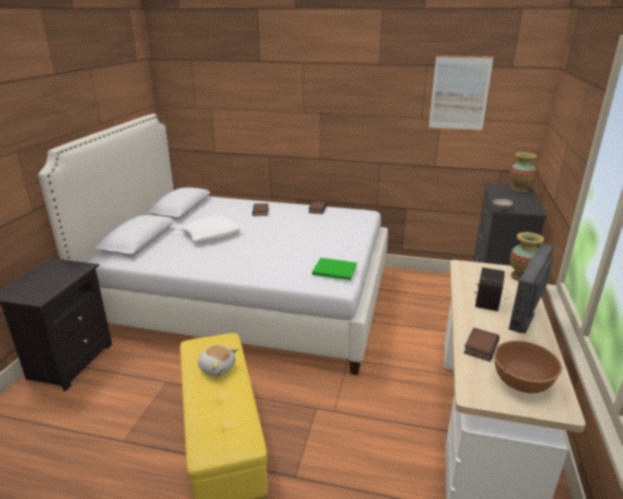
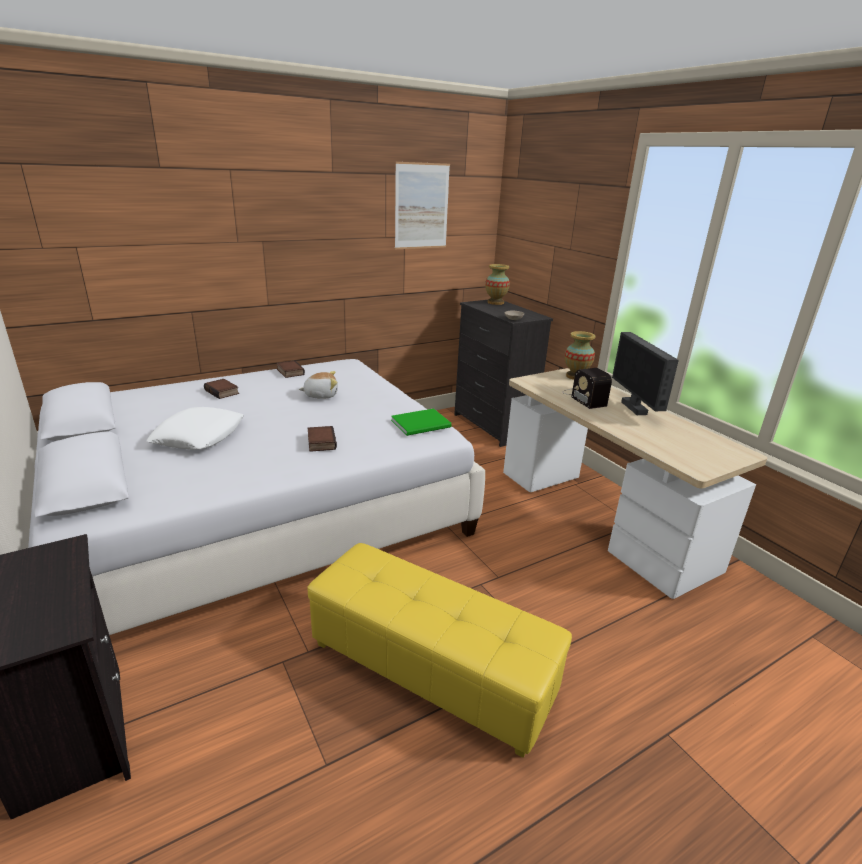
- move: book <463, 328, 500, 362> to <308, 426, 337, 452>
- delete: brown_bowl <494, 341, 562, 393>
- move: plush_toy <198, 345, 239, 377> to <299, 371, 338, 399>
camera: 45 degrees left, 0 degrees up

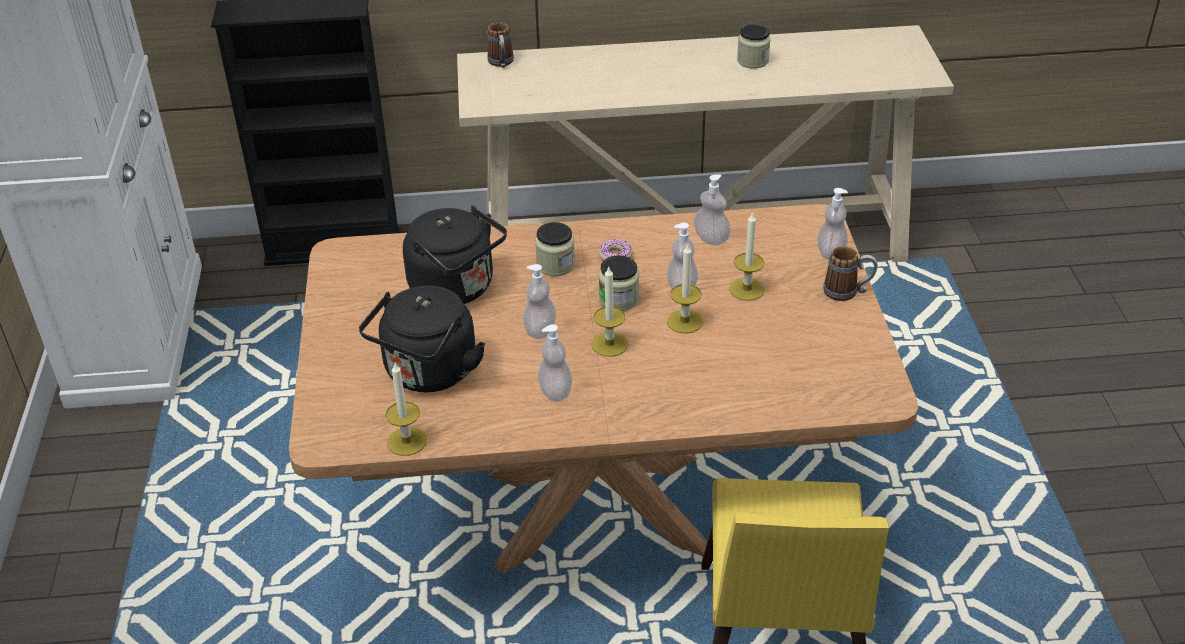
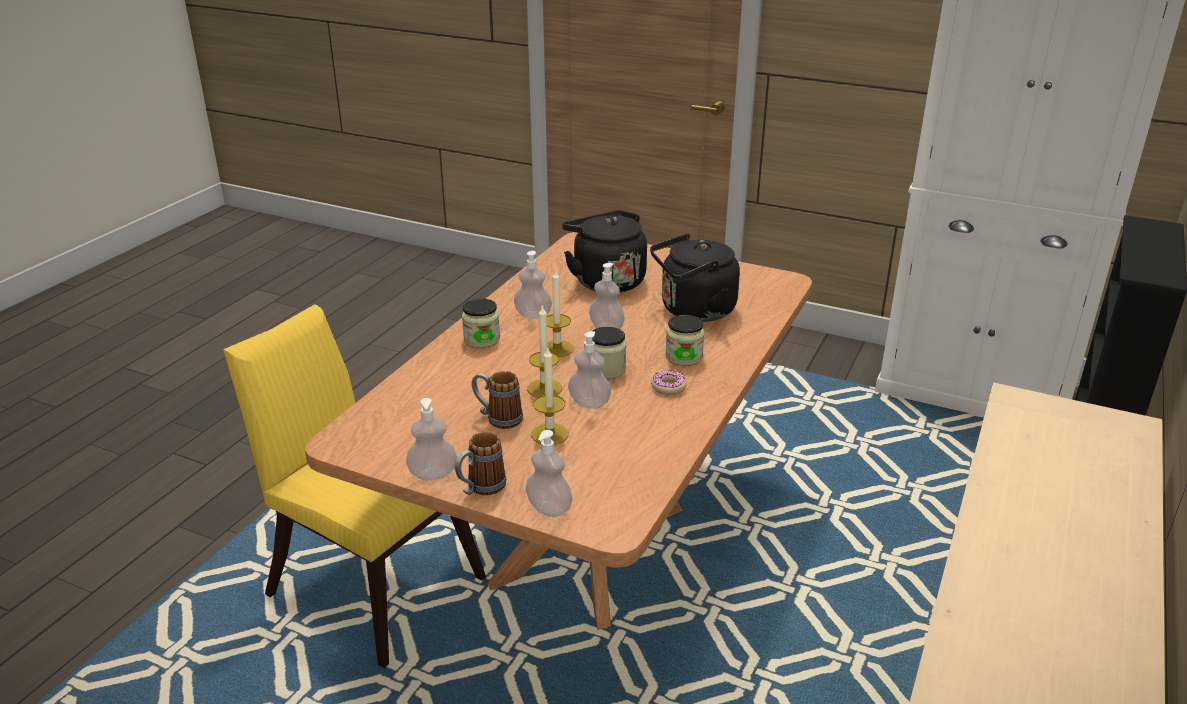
- move: mug <487, 22, 514, 68> to <471, 371, 523, 429>
- move: jar <737, 24, 771, 68> to <462, 298, 500, 348>
- move: soap_dispenser <694, 174, 731, 245> to <406, 398, 457, 480>
- delete: candle <385, 363, 427, 456>
camera: 120 degrees right, 10 degrees down

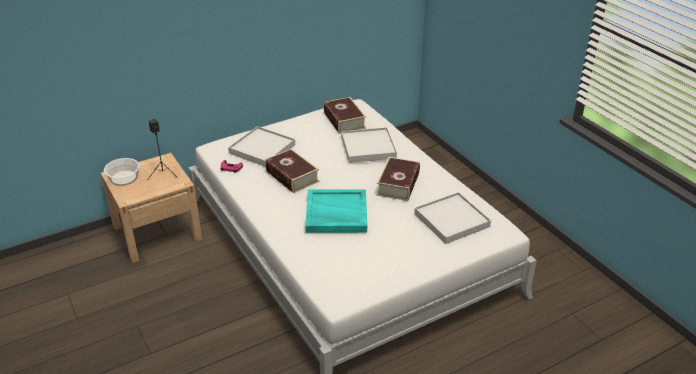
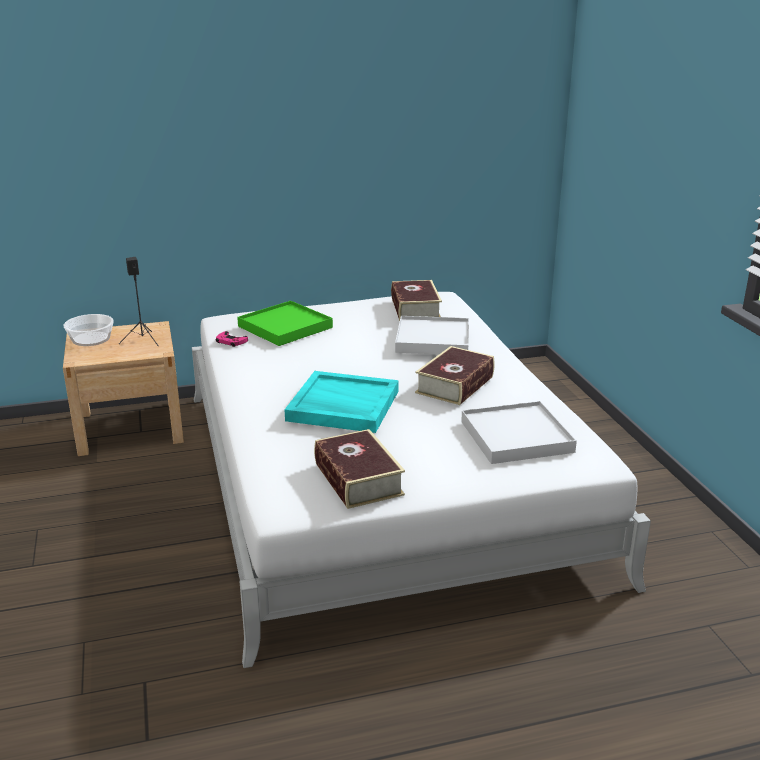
- recolor: white_tray <228, 126, 295, 167> to green_tray <237, 301, 333, 346>
- move: book <265, 148, 319, 193> to <314, 429, 405, 509>
camera: 15 degrees right, 10 degrees down

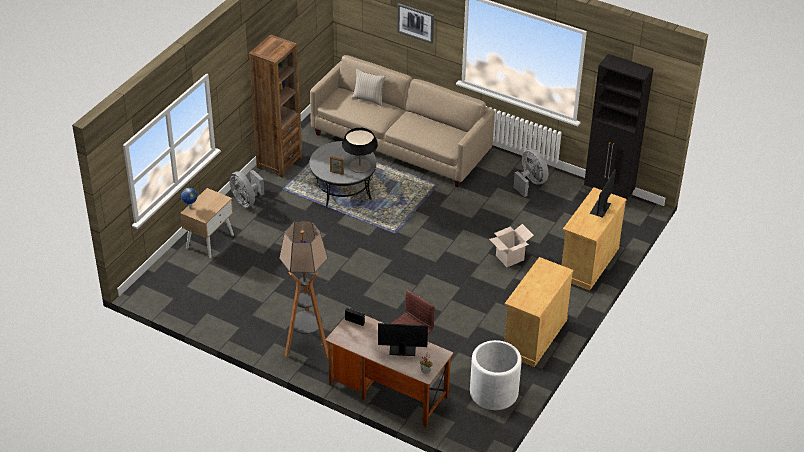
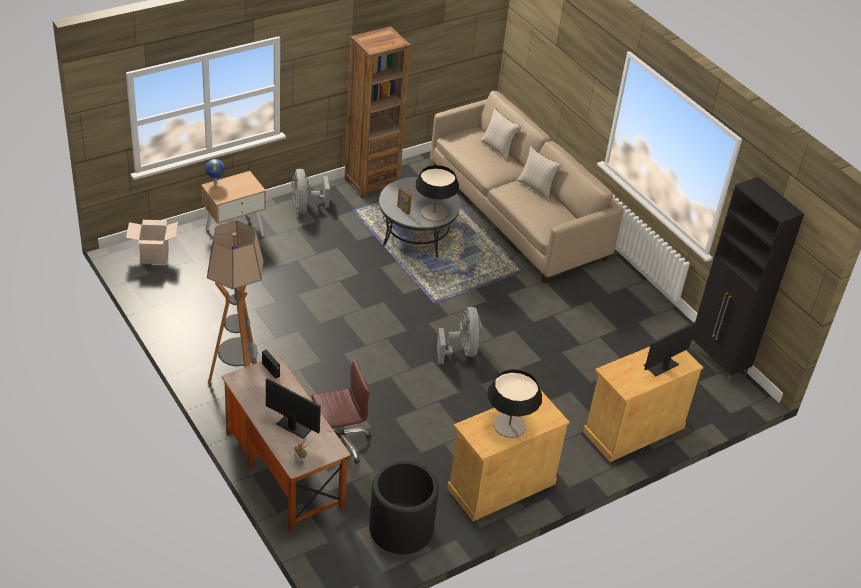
- delete: picture <397, 3, 434, 44>
- move: grey_fan <514, 149, 548, 197> to <437, 307, 482, 364>
- move: cardboard_box <489, 224, 534, 267> to <126, 220, 178, 264>
- recolor: white_planter <470, 340, 522, 410> to black_planter <369, 461, 439, 554>
- insert: beige_pillow <516, 146, 562, 201>
- insert: table_lamp <488, 369, 542, 438>
camera: 25 degrees right, 0 degrees up

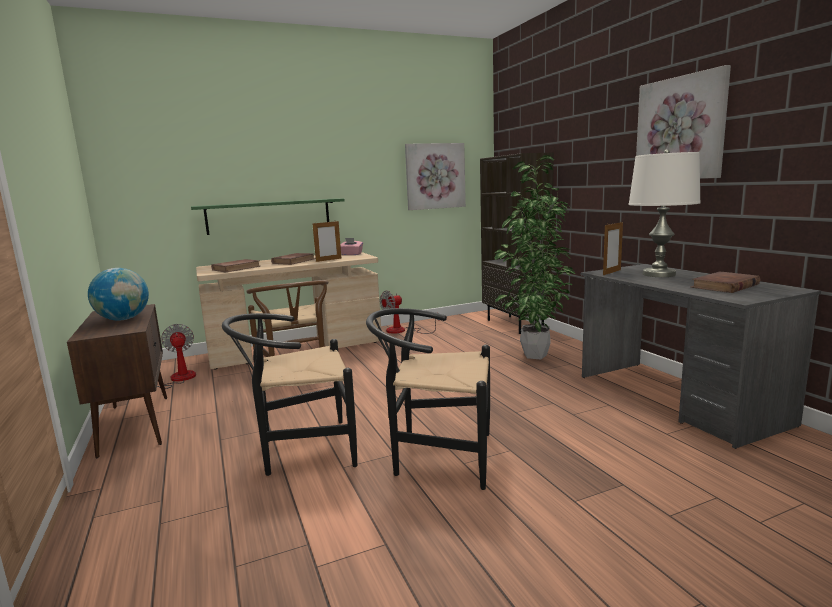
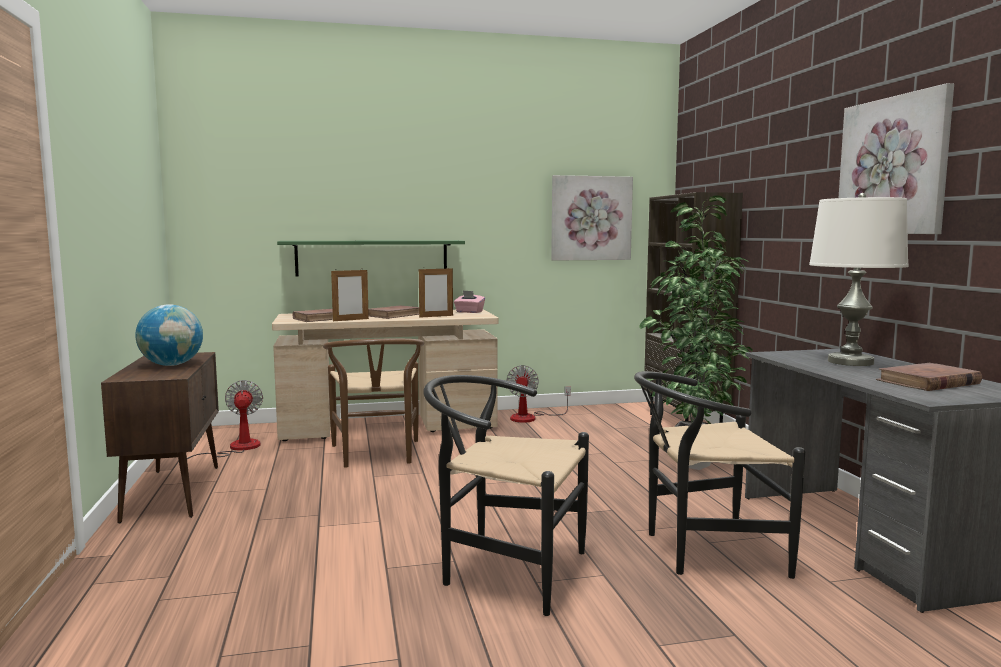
- move: picture_frame <603, 221, 623, 275> to <331, 268, 369, 321>
- rotate: fan <380, 290, 440, 334> = <506, 365, 571, 423> 60 degrees counterclockwise
- move: black_chair <222, 313, 357, 476> to <634, 371, 805, 579>
camera: 10 degrees right, 5 degrees down

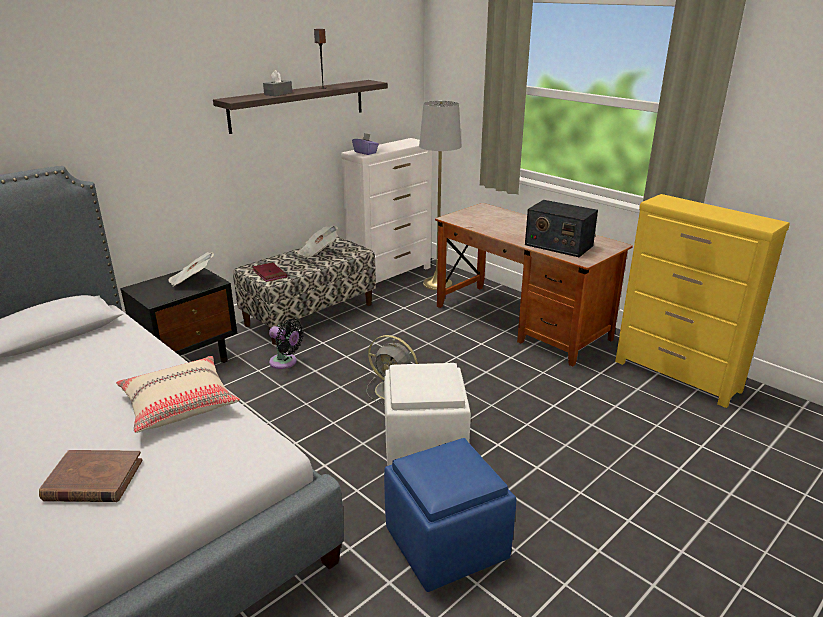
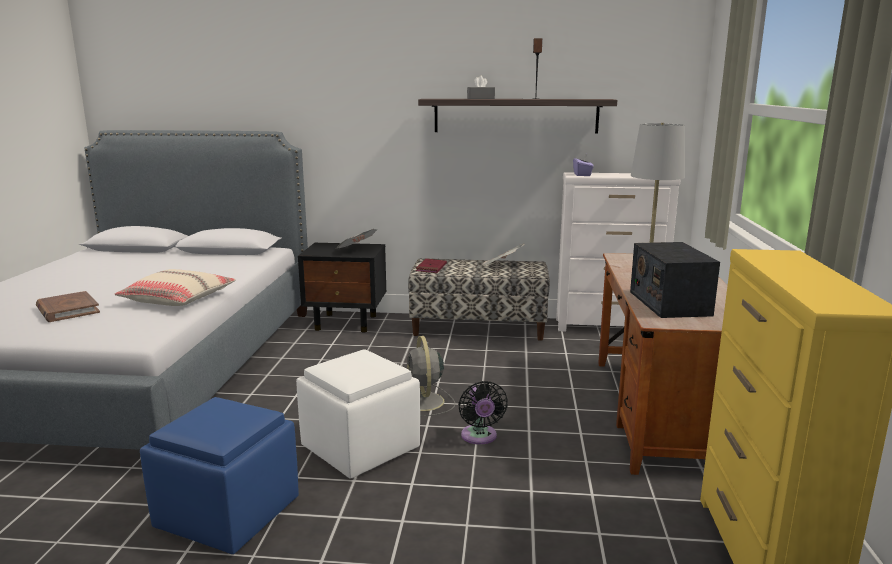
- move: black_fan <269, 319, 304, 369> to <458, 381, 508, 445>
camera: 50 degrees right, 10 degrees down

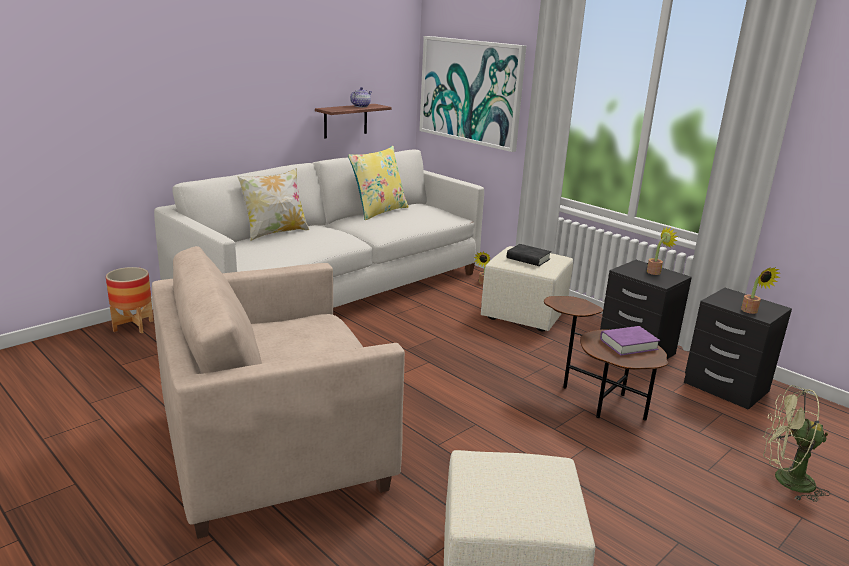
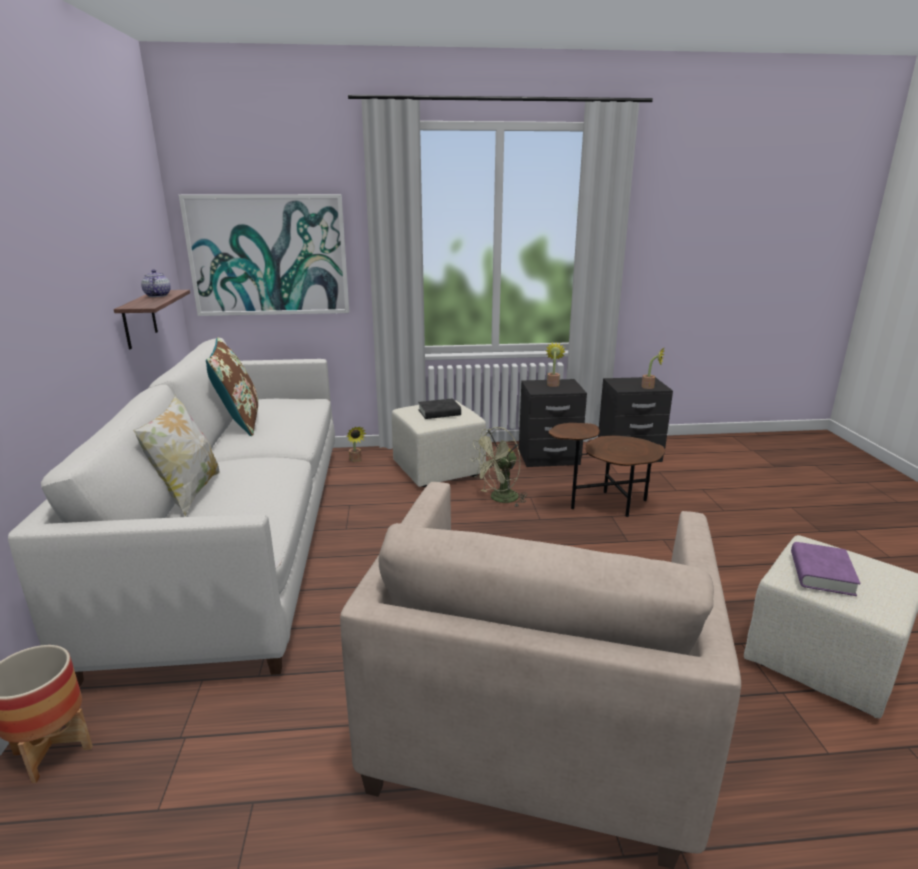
- recolor: yellow_pillow <348, 146, 409, 220> to brown_pillow <206, 338, 258, 436>
- move: purple_book <600, 326, 660, 355> to <791, 542, 860, 596>
- move: green_fan <763, 385, 831, 502> to <470, 427, 527, 507>
camera: 50 degrees left, 0 degrees up

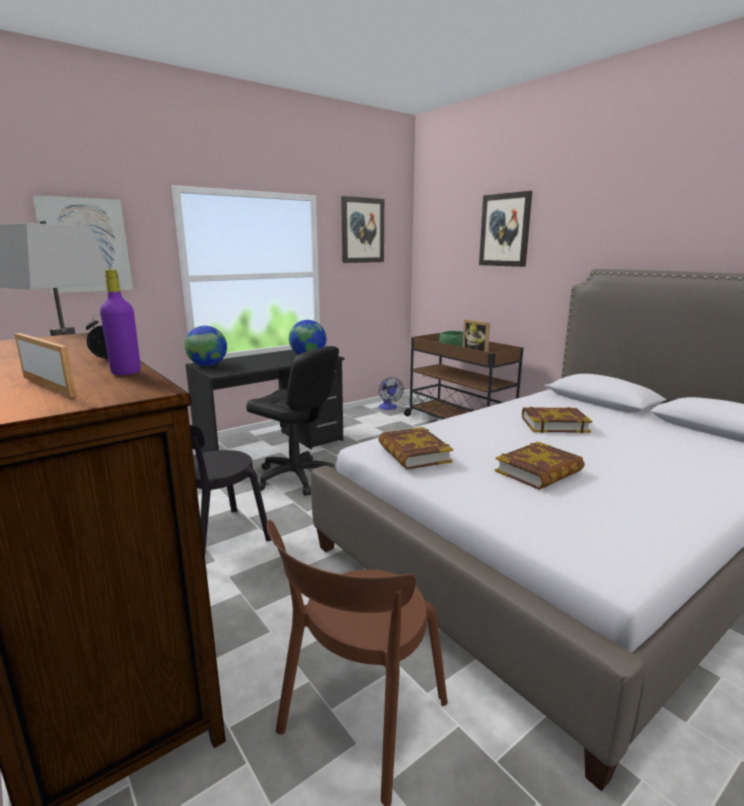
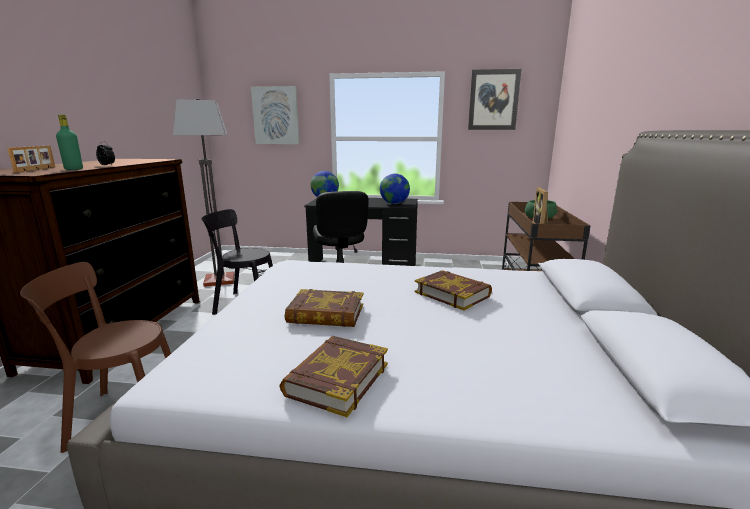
- delete: picture <479, 191, 532, 267>
- recolor: purple_bottle <100, 269, 141, 375> to green_bottle <56, 114, 83, 170>
- delete: fan <379, 377, 404, 410>
- move: book <378, 427, 453, 470> to <280, 336, 388, 417>
camera: 45 degrees right, 0 degrees up

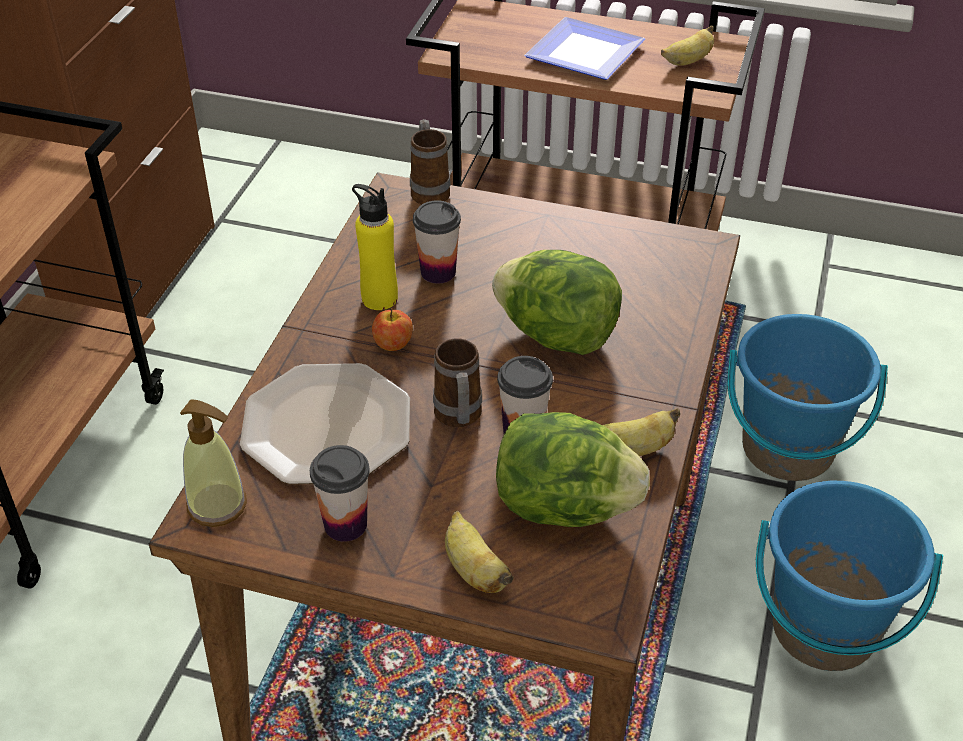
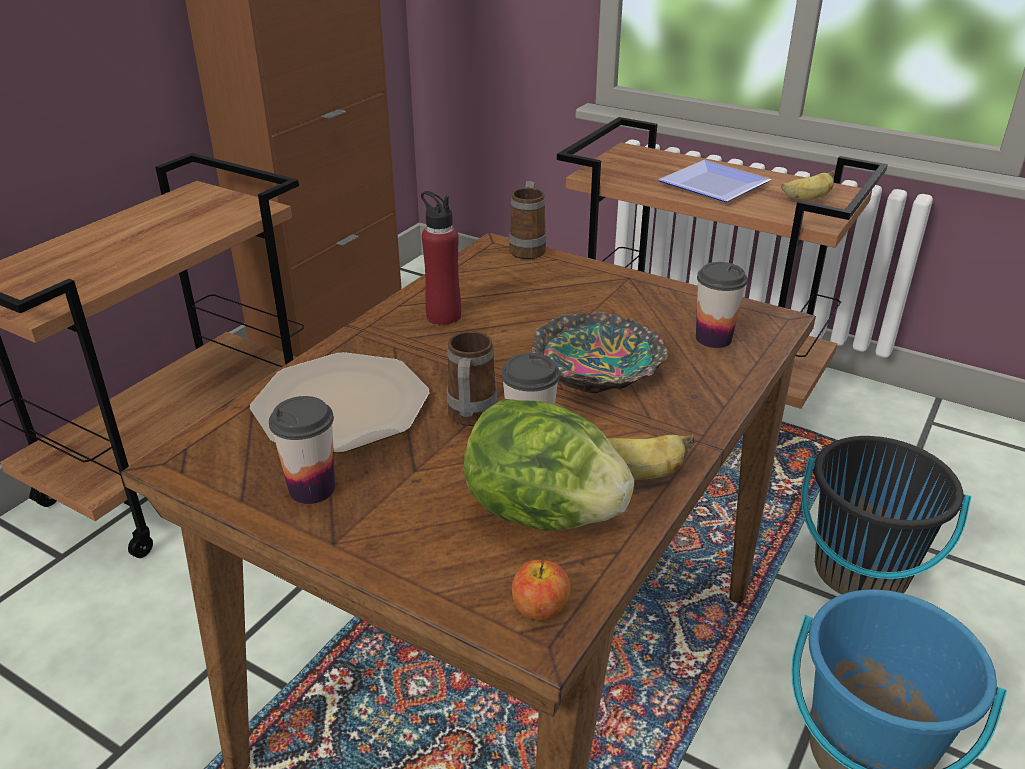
- recolor: yellow_bottle <352, 184, 398, 310> to red_bottle <421, 191, 461, 325>
- move: cup <413, 200, 461, 284> to <696, 262, 748, 348>
- replace: lettuce <492, 250, 622, 355> to bowl <531, 311, 668, 393>
- move: apple <372, 308, 413, 351> to <512, 559, 571, 620>
- recolor: blue_bucket <727, 314, 888, 481> to black_bucket <801, 436, 971, 595>
- delete: soap_dispenser <180, 400, 247, 527>
- delete: banana <445, 511, 514, 593>
camera: 15 degrees right, 10 degrees down

